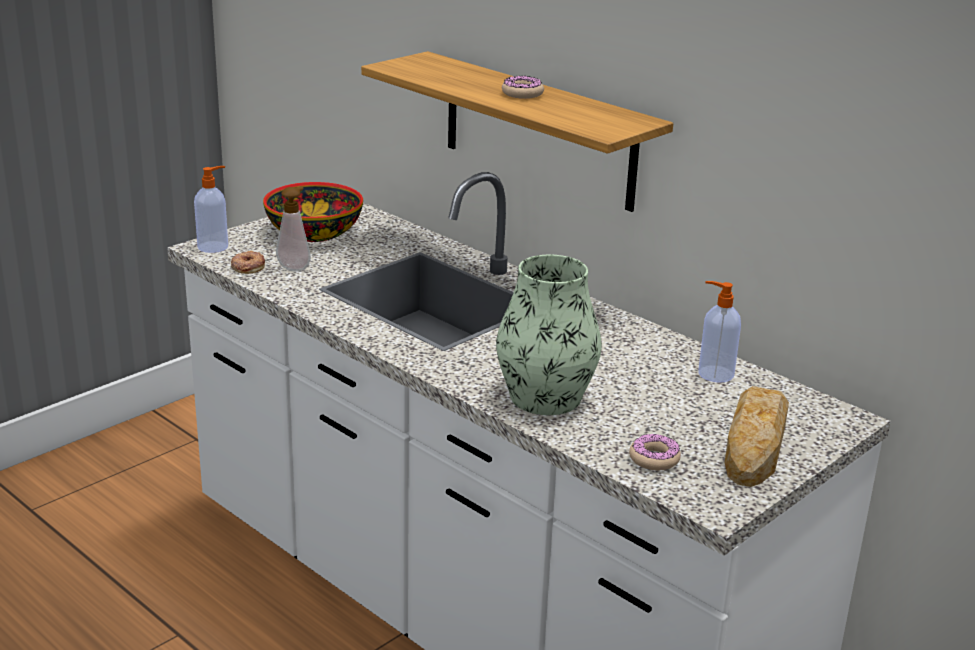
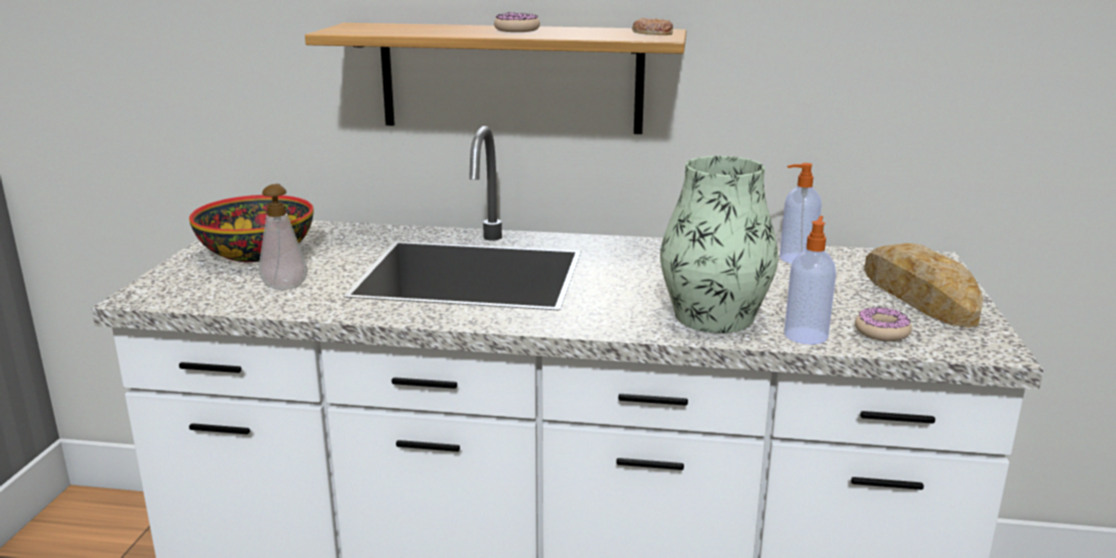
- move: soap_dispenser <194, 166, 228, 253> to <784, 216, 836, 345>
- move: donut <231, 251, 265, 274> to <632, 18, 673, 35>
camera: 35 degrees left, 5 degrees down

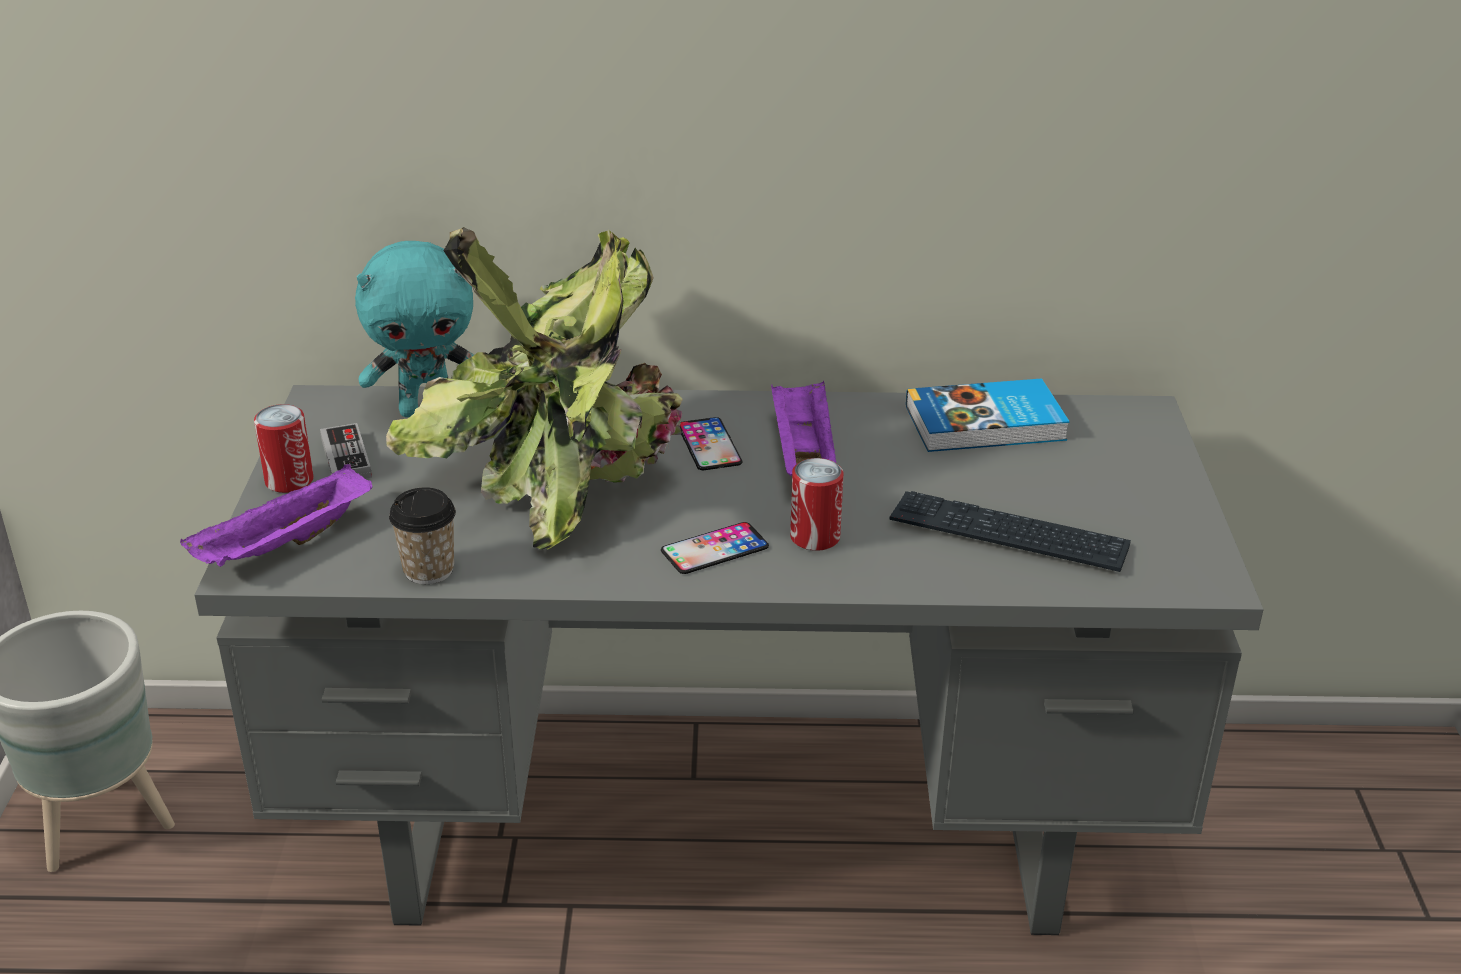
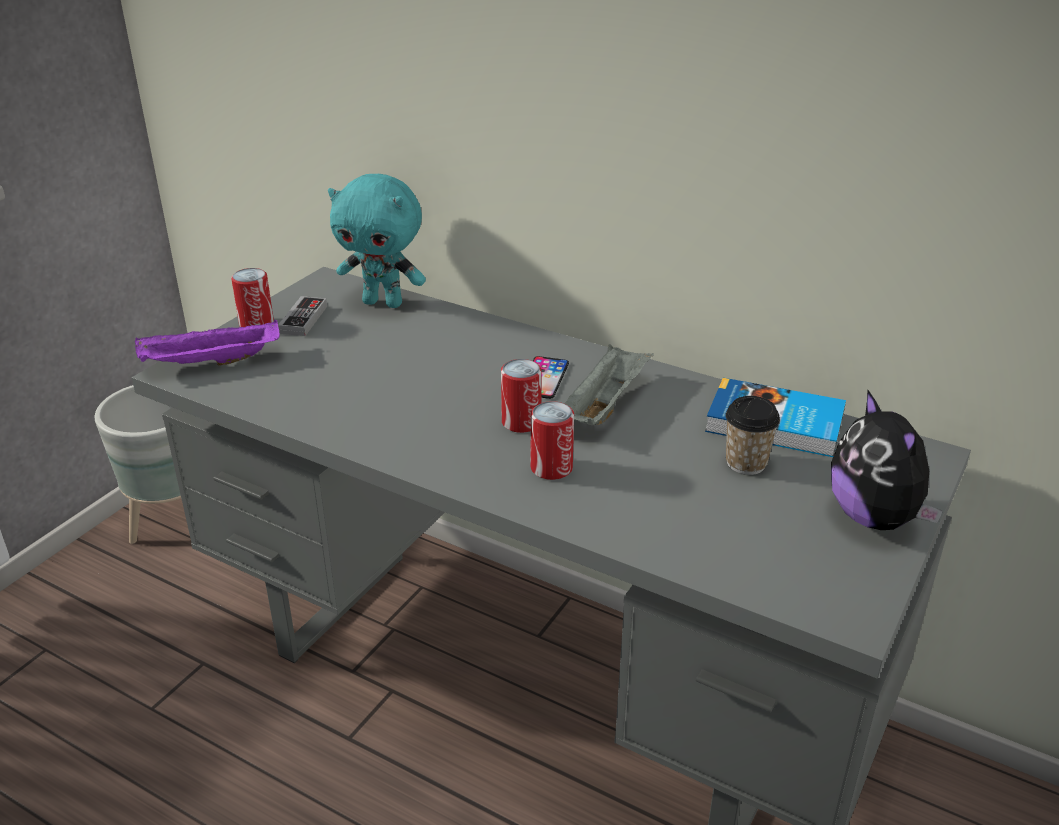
- delete: potted_plant <386, 227, 683, 550>
- recolor: purple_tray <771, 380, 836, 476> to grey_tray <564, 344, 654, 426>
- move: cup <389, 487, 456, 584> to <725, 396, 780, 475>
- delete: keyboard <890, 491, 1131, 572>
- delete: phone <661, 522, 769, 574>
- insert: can <501, 359, 542, 433>
- insert: plush_toy <831, 389, 943, 530>
camera: 30 degrees right, 0 degrees up

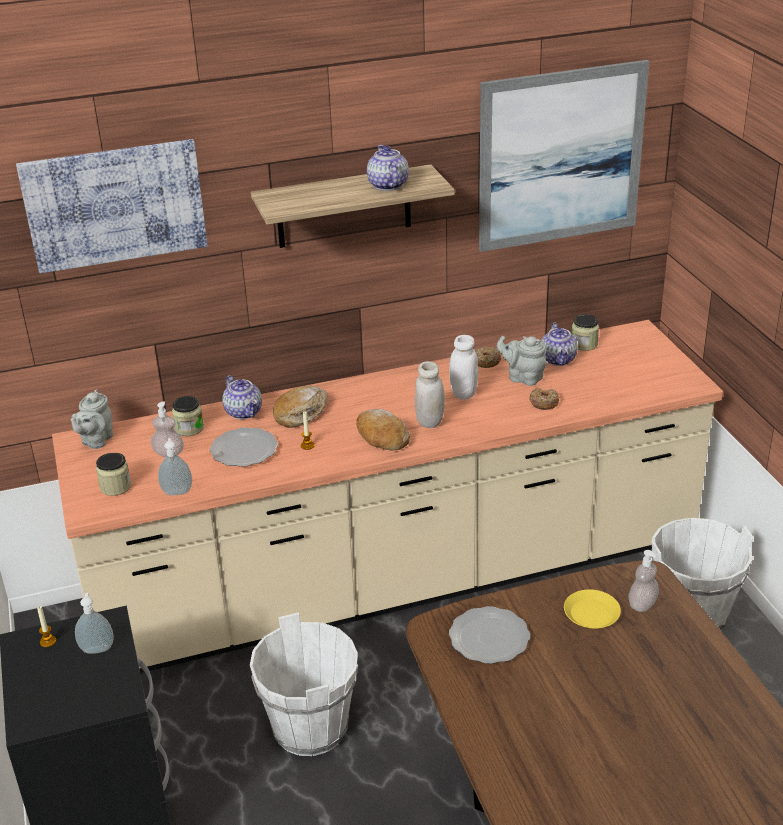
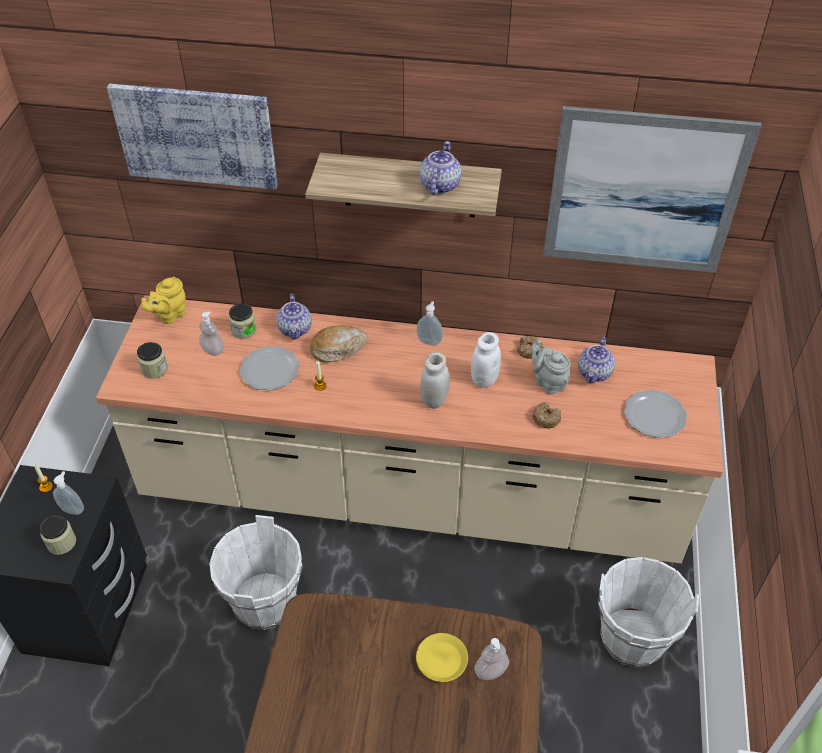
- move: jar <572, 314, 599, 351> to <40, 515, 76, 555>
- recolor: grey_teapot <70, 389, 113, 449> to yellow_teapot <141, 277, 186, 324>
- delete: bread <356, 409, 410, 451>
- move: soap_dispenser <158, 438, 192, 496> to <416, 301, 443, 345>
- move: plate <449, 606, 530, 664> to <624, 390, 687, 438>
camera: 25 degrees right, 15 degrees up

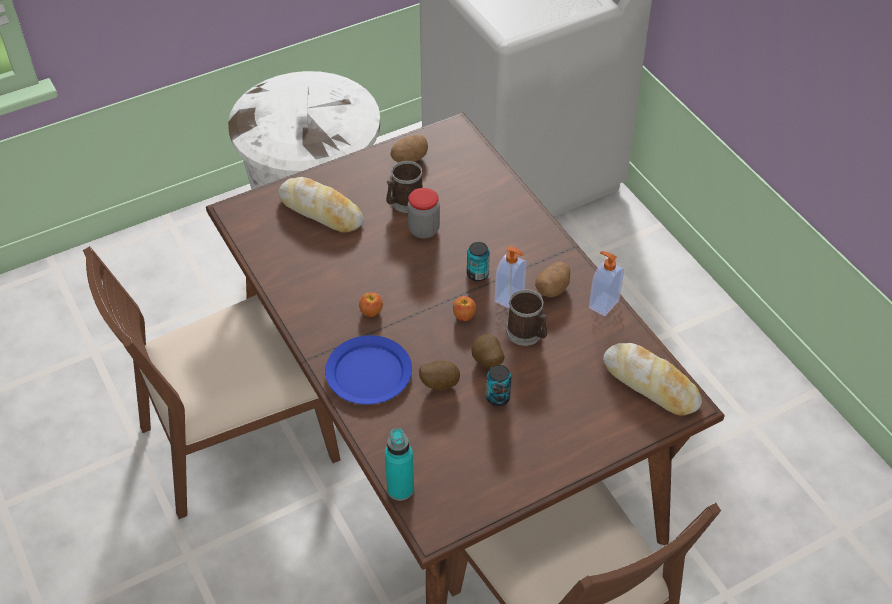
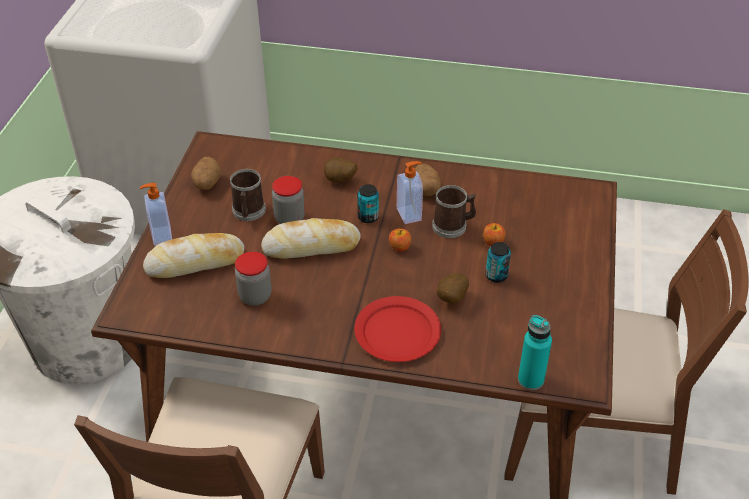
- move: soap_dispenser <589, 251, 624, 316> to <140, 183, 172, 246>
- move: apple <359, 292, 383, 317> to <483, 223, 505, 246>
- move: potato <472, 334, 505, 368> to <324, 157, 358, 183>
- recolor: blue_plate <325, 335, 412, 405> to red_plate <354, 296, 441, 362>
- move: bread <603, 343, 702, 415> to <261, 218, 361, 259>
- insert: jar <235, 252, 272, 306>
camera: 50 degrees left, 5 degrees down

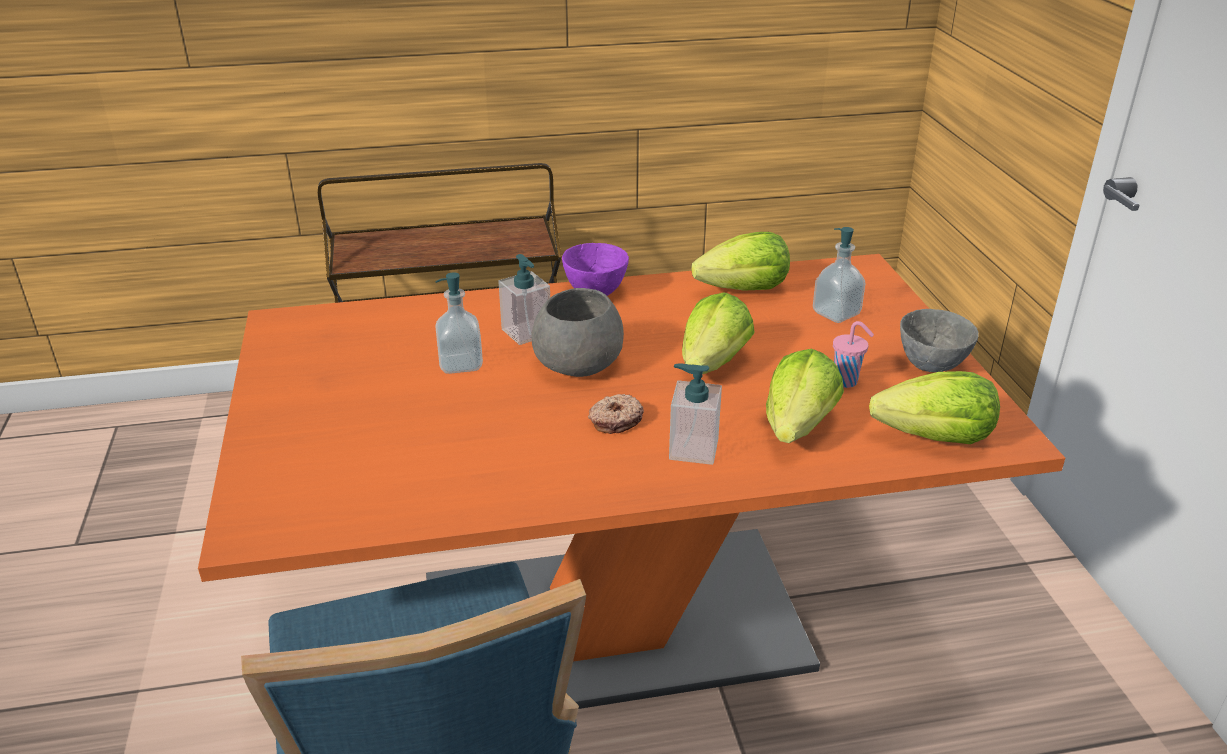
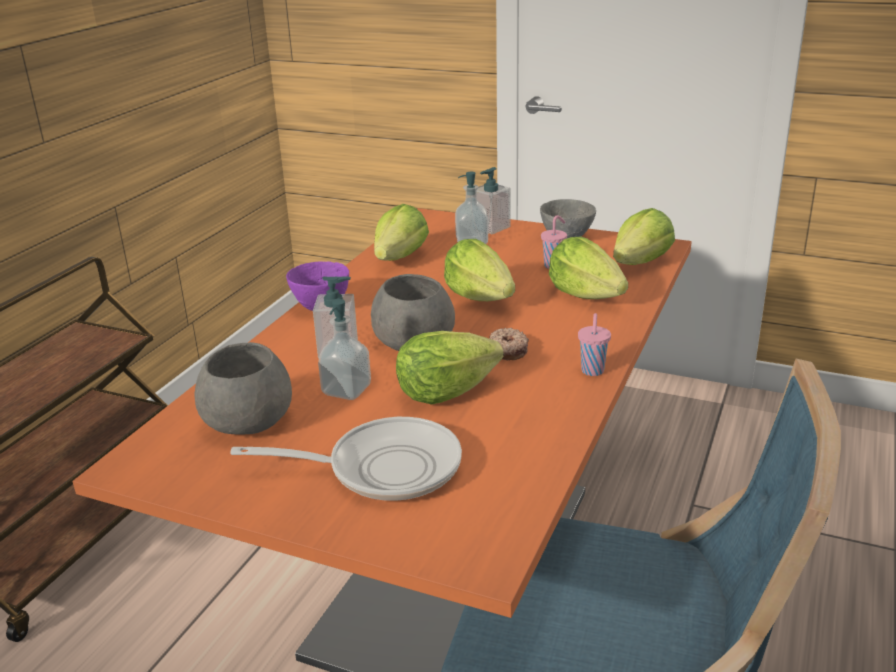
- move: soap_dispenser <669, 364, 722, 465> to <476, 167, 511, 234>
- insert: pink_cup <578, 313, 611, 376>
- insert: lettuce <396, 331, 503, 404>
- insert: grey_bowl <194, 342, 292, 435>
- insert: frying_pan <230, 417, 462, 501>
camera: 55 degrees left, 5 degrees down

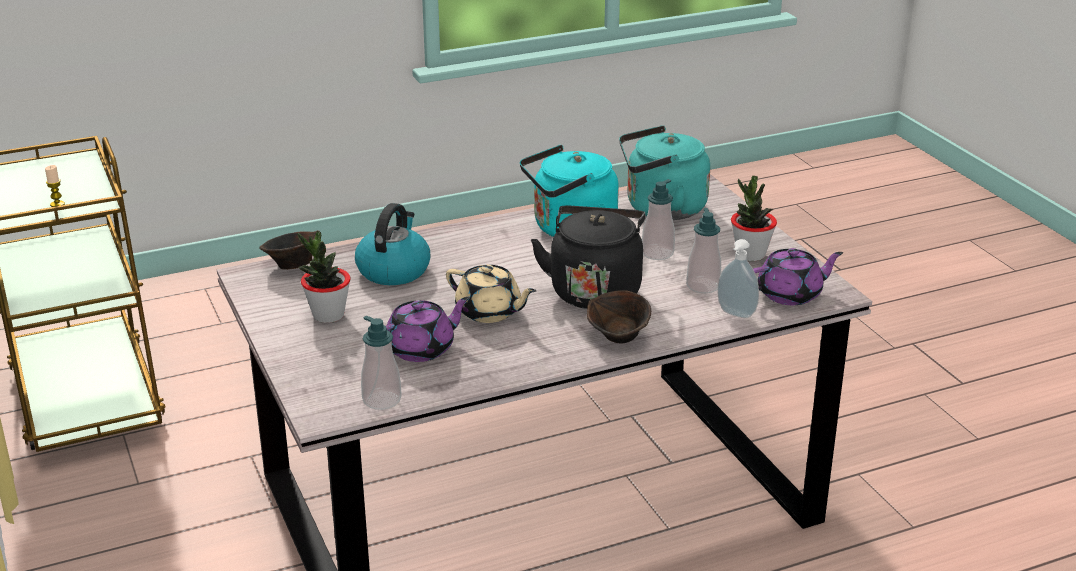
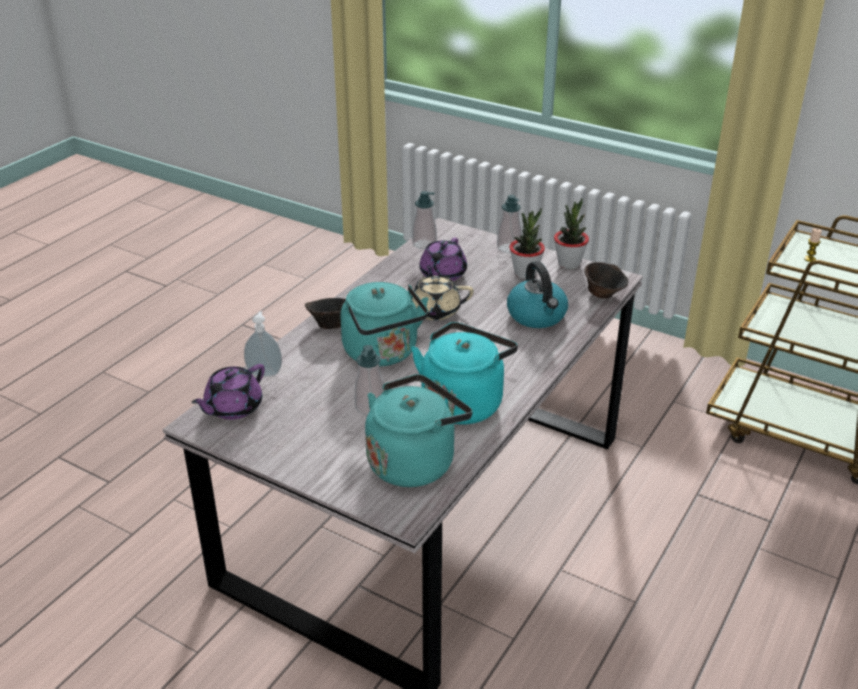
- move: potted_plant <731, 176, 777, 261> to <554, 198, 589, 269>
- recolor: black_kettle <531, 206, 645, 309> to turquoise_kettle <340, 282, 429, 366>
- move: soap_dispenser <686, 208, 721, 293> to <497, 195, 522, 253>
camera: 145 degrees right, 5 degrees up

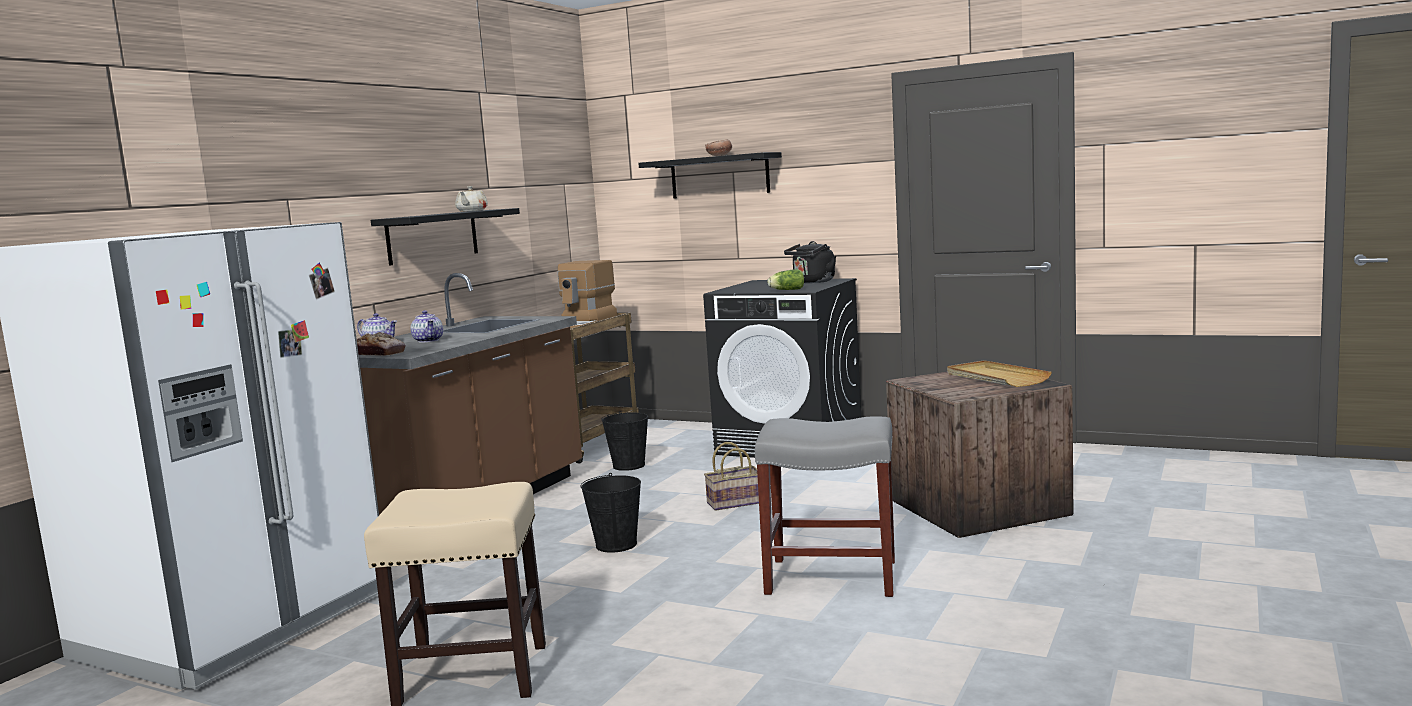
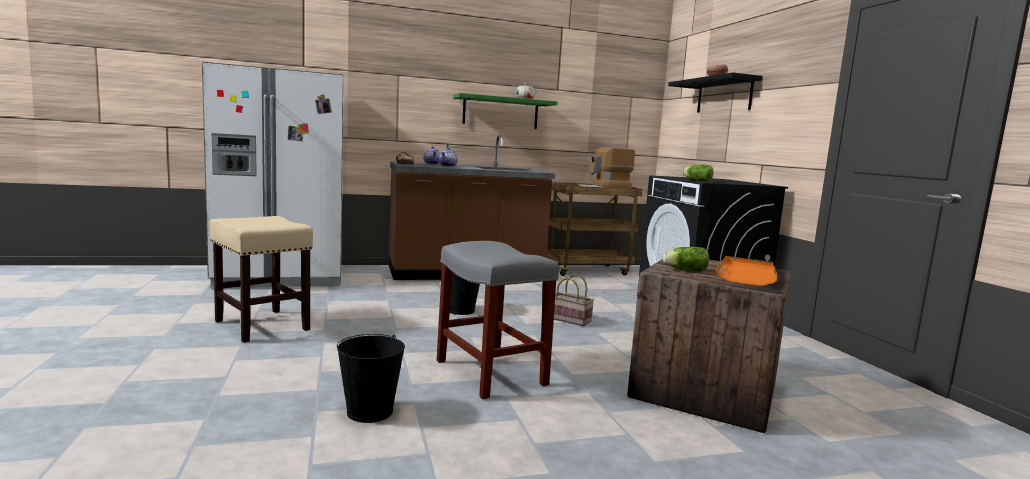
- recolor: black_shelf <371, 208, 520, 266> to green_shelf <453, 93, 557, 129>
- delete: black_kettle <784, 241, 836, 283>
- recolor: beige_tray <947, 360, 1052, 387> to orange_tray <715, 256, 779, 286>
- move: black_bucket <601, 411, 648, 471> to <337, 334, 405, 423>
- insert: lettuce <663, 247, 709, 272>
camera: 45 degrees right, 0 degrees up

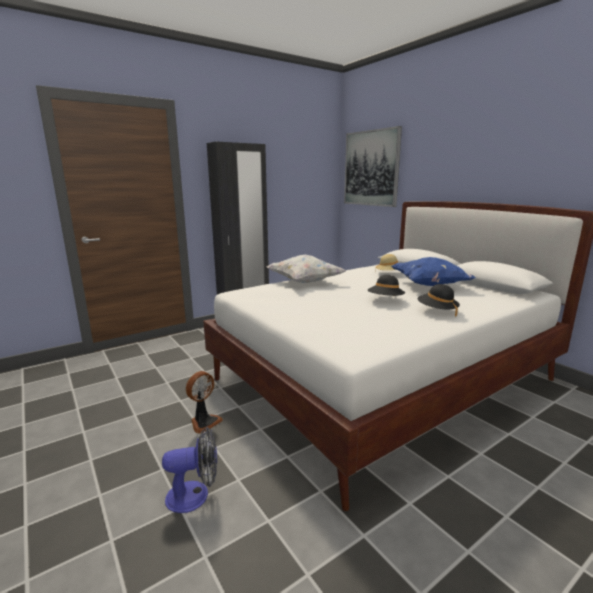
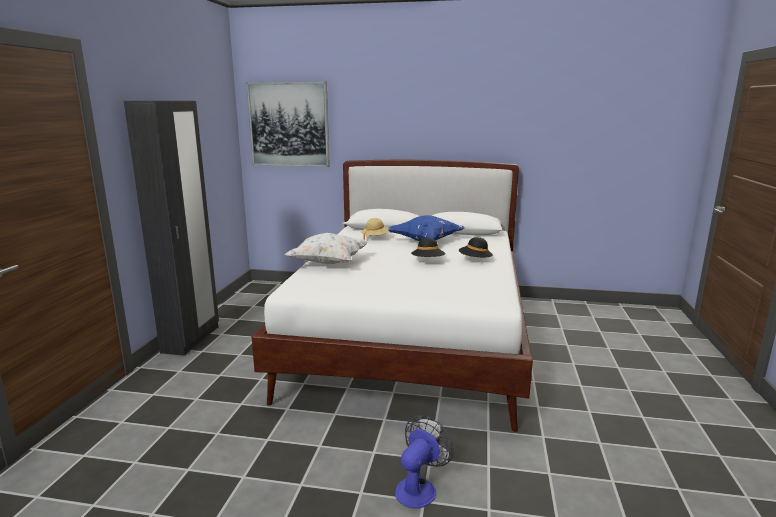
- delete: fan <186, 371, 223, 434>
camera: 45 degrees left, 0 degrees up

